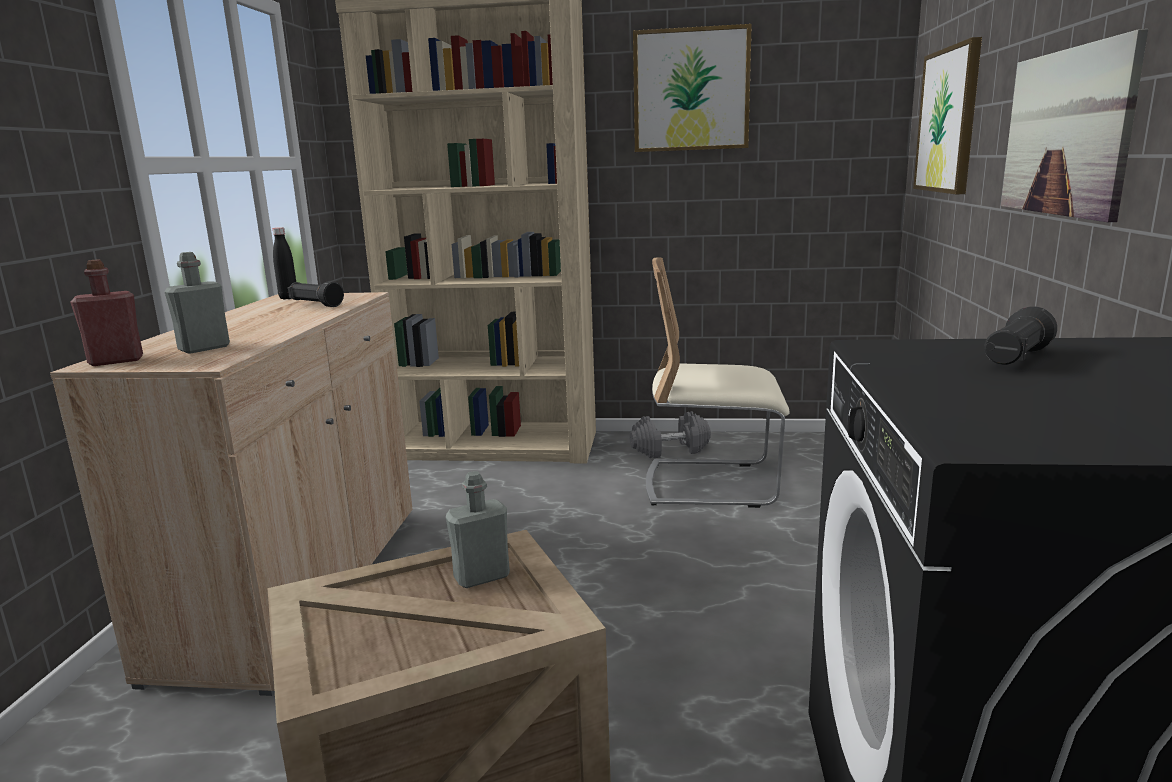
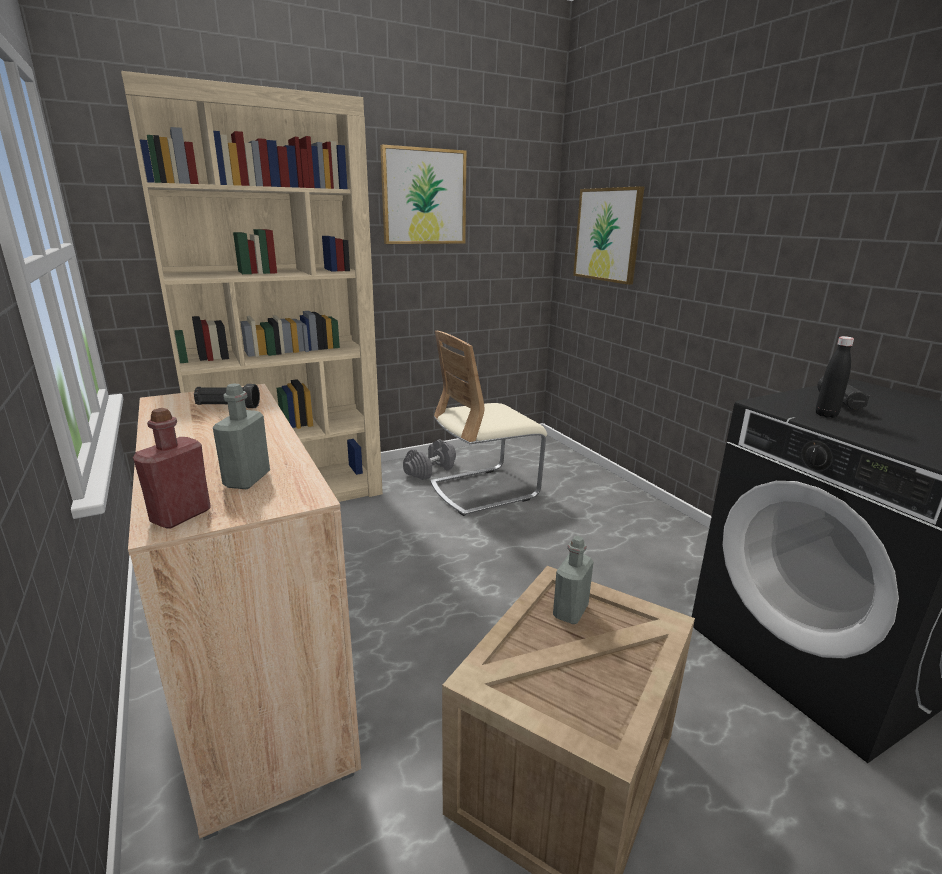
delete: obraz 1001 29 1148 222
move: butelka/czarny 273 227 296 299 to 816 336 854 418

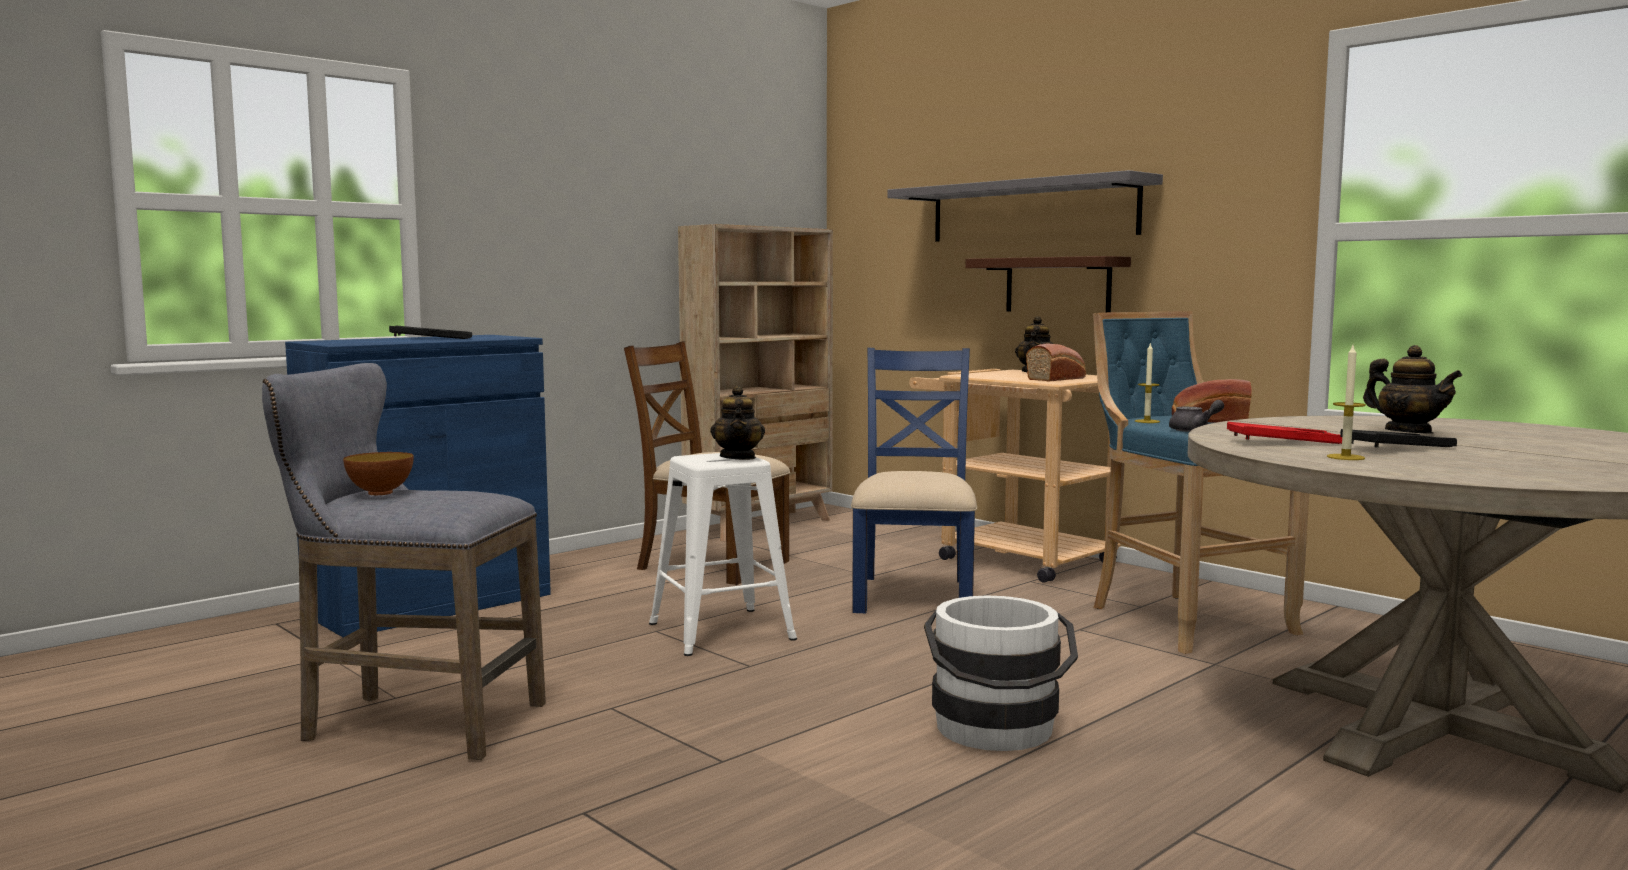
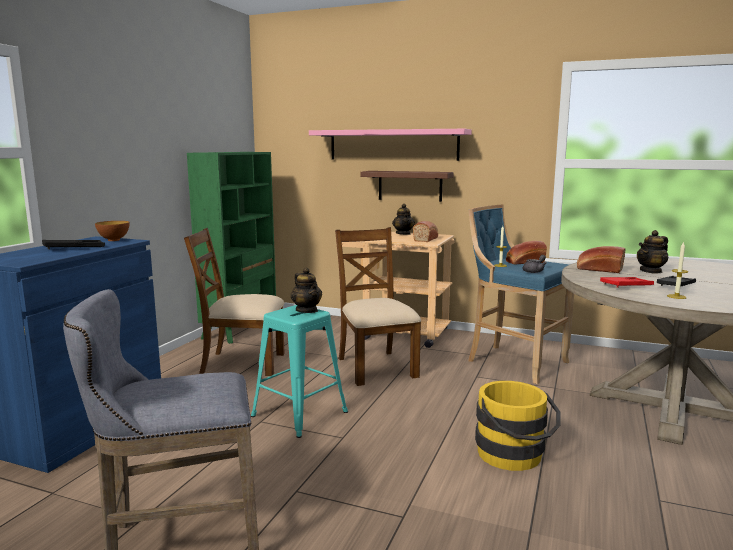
insert: chleb 577 246 626 273
move: miska 343 452 414 495 to 95 221 129 241
recolor: regał/beżowy 678 224 833 541 to regał/zielony 187 152 276 344; stołek/biały 649 453 797 656 to stołek/turkusowy 251 305 348 438; półka/szary 888 170 1163 242 to półka/różowy 309 129 472 161; krzesło/niebieski 851 348 977 613 to krzesło/brązowy 335 227 421 386; wiadro/biały 924 595 1078 751 to wiadro/żółty 475 381 561 471
rotate: imbryk 1363 345 1462 434 = 637 230 668 274 120 degrees clockwise

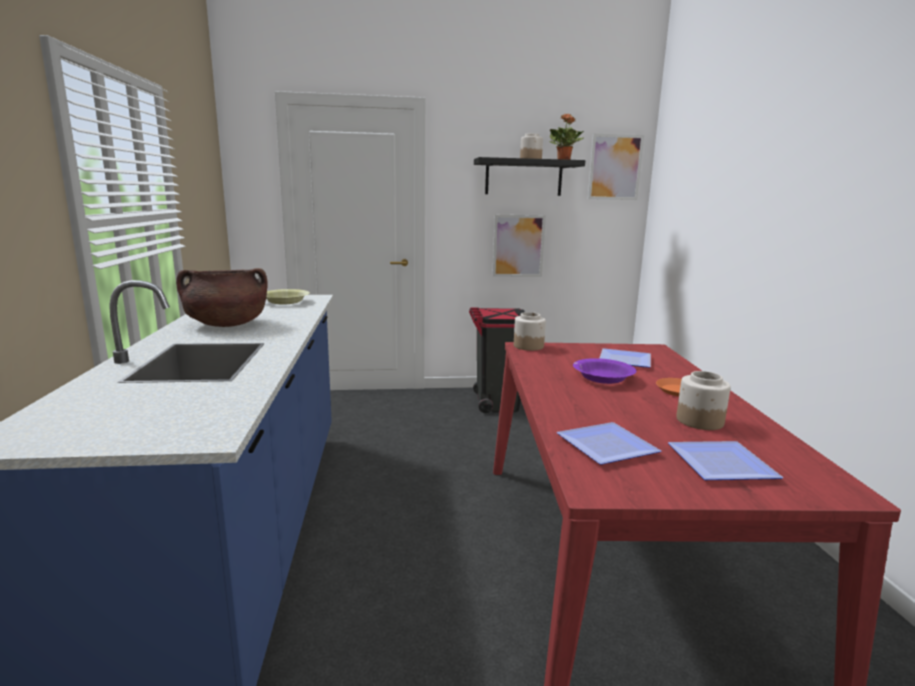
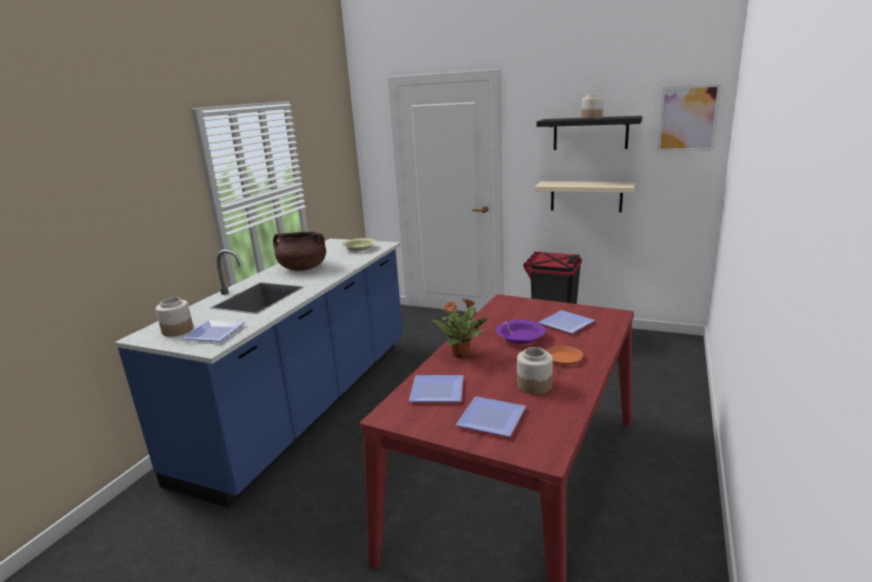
insert: talerz 181 321 245 342
move: słoik 514 312 546 351 to 156 297 193 337; roślina doniczkowa 549 114 584 160 to 432 298 489 358
replace: obraz 492 215 546 277 to półka/beżowy 534 181 636 212

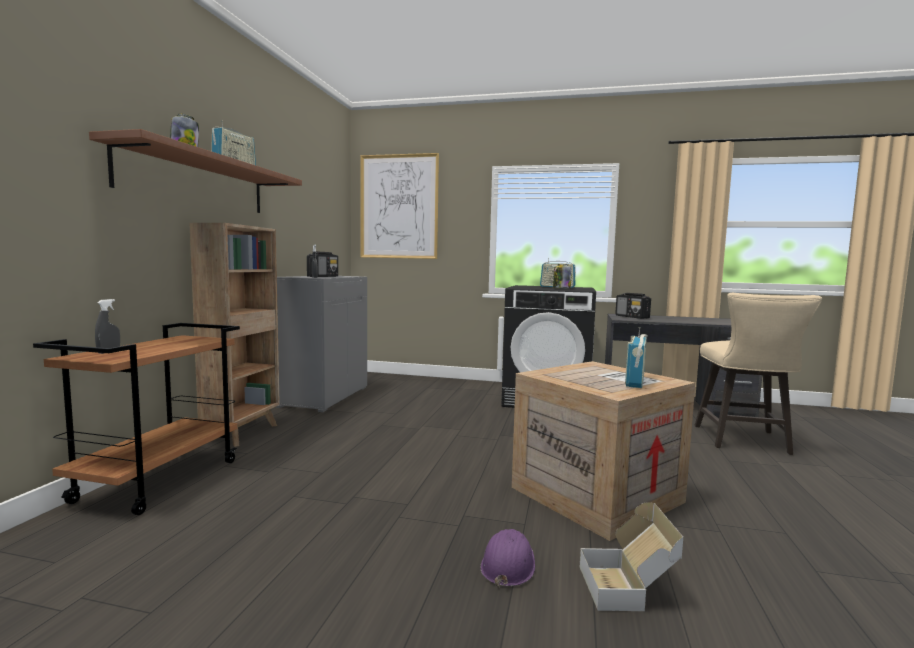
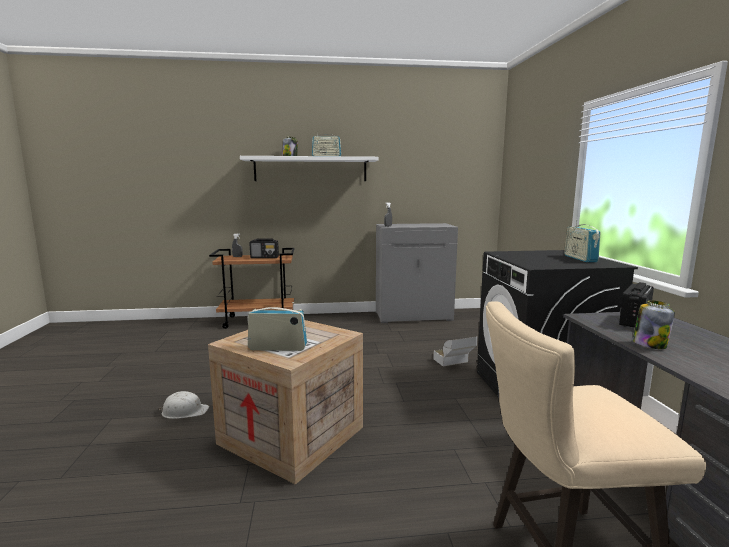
delete: regał/brązowy 189 223 280 447; obraz 360 153 439 259
move: radio 307 252 338 277 to 249 238 279 258; karton 580 502 683 611 to 433 336 478 366; słoik 553 264 572 289 to 632 300 675 349
recolor: kask/fioletowy 481 529 535 589 to kask/biały 159 391 209 419; półka/brązowy 89 129 302 213 to półka/biały 240 156 378 181

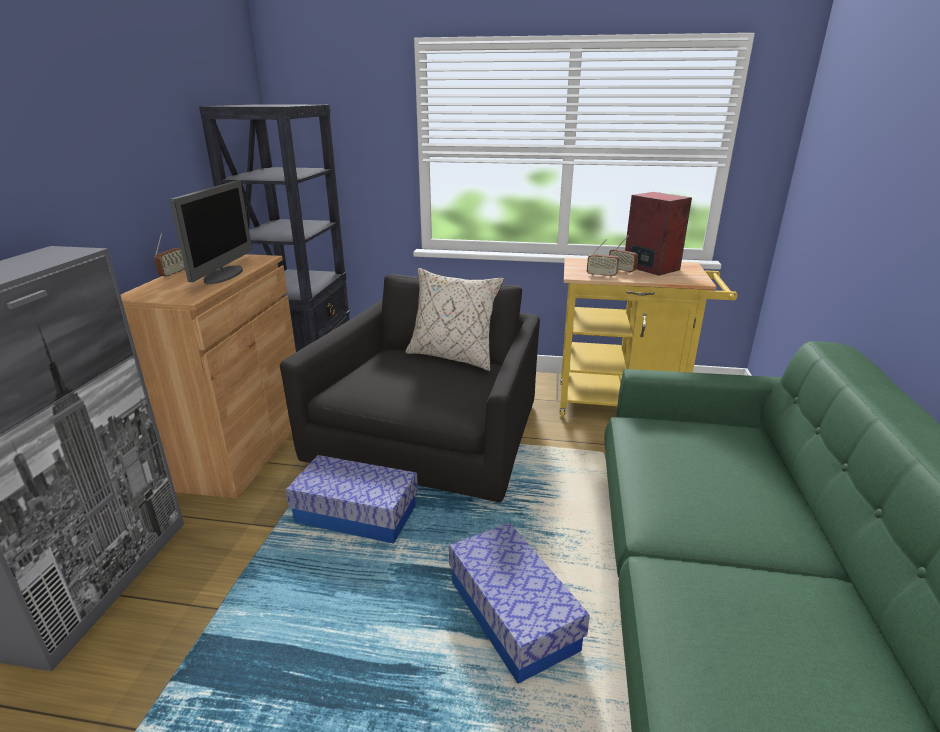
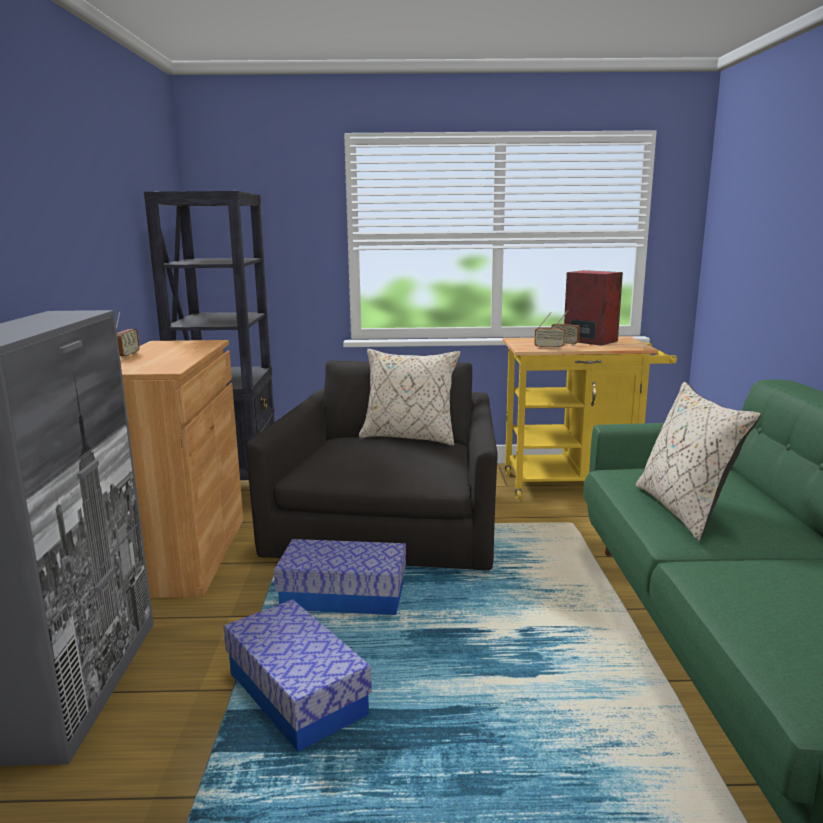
delete: monitor 170 180 252 284
insert: poduszka/beżowy 636 382 761 541
move: pojemnik do przechowywania 449 523 590 684 to 224 600 372 752

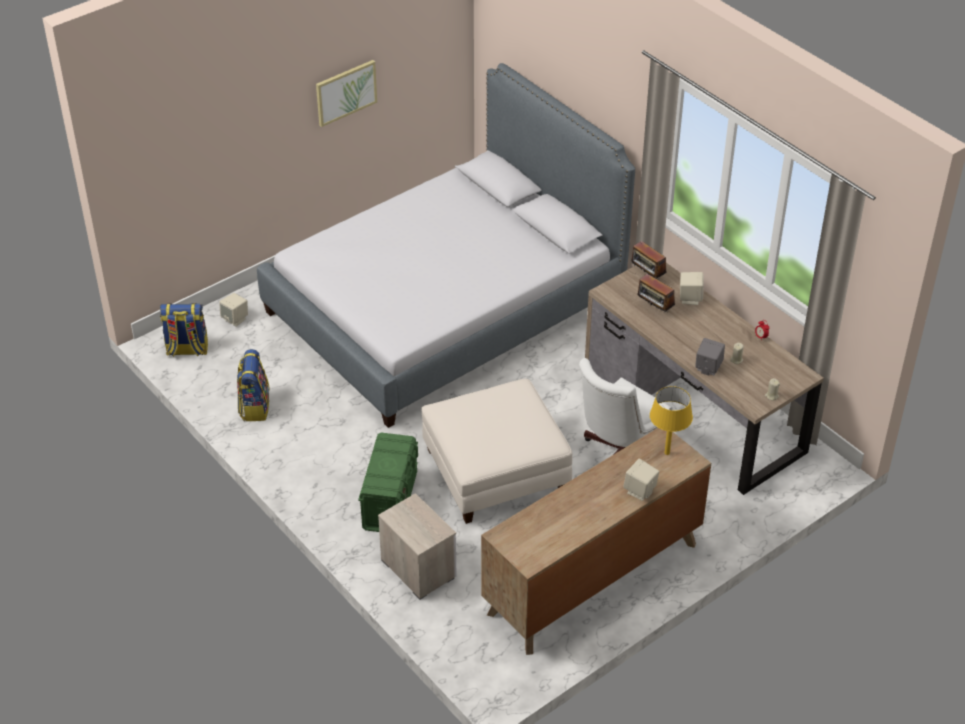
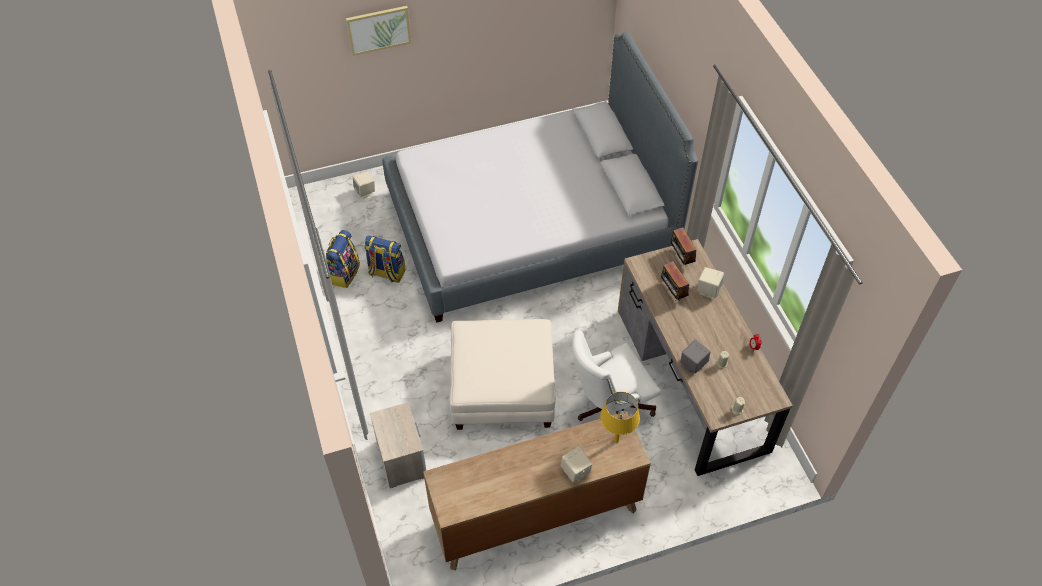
delete: pojemnik do przechowywania/zielony 358 433 418 532
move: obraz 316 60 377 127 to 346 6 411 56; plecak 160 303 208 357 to 365 235 406 283

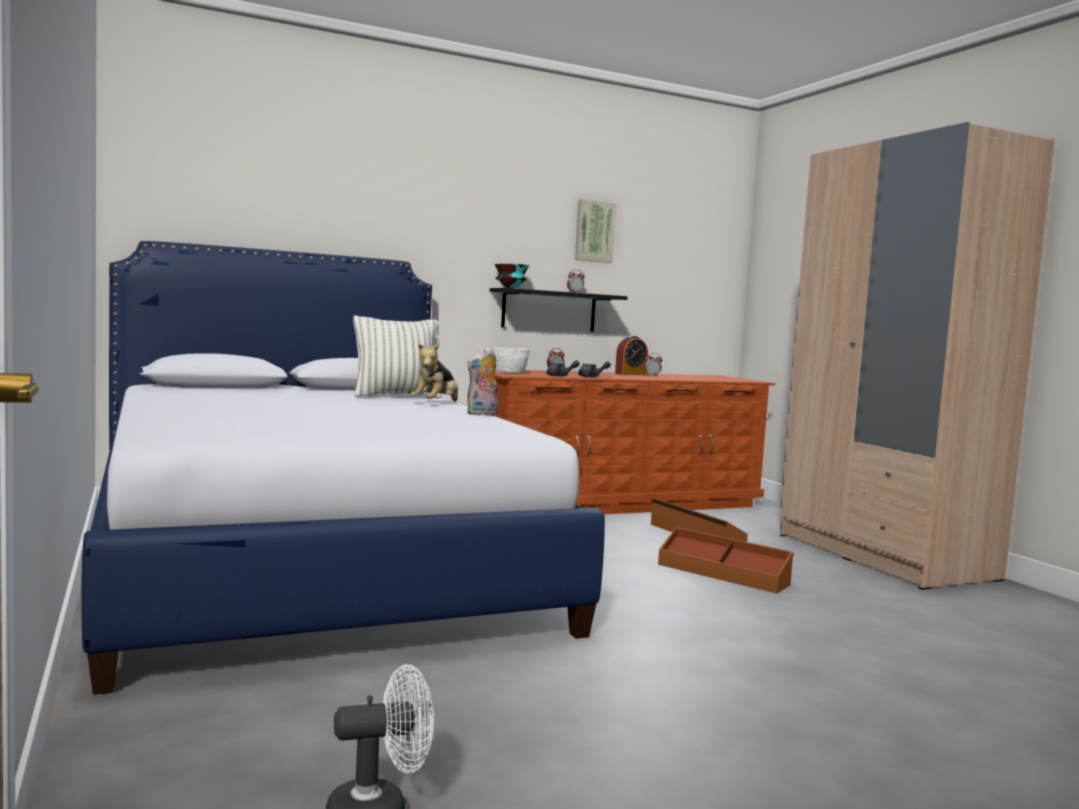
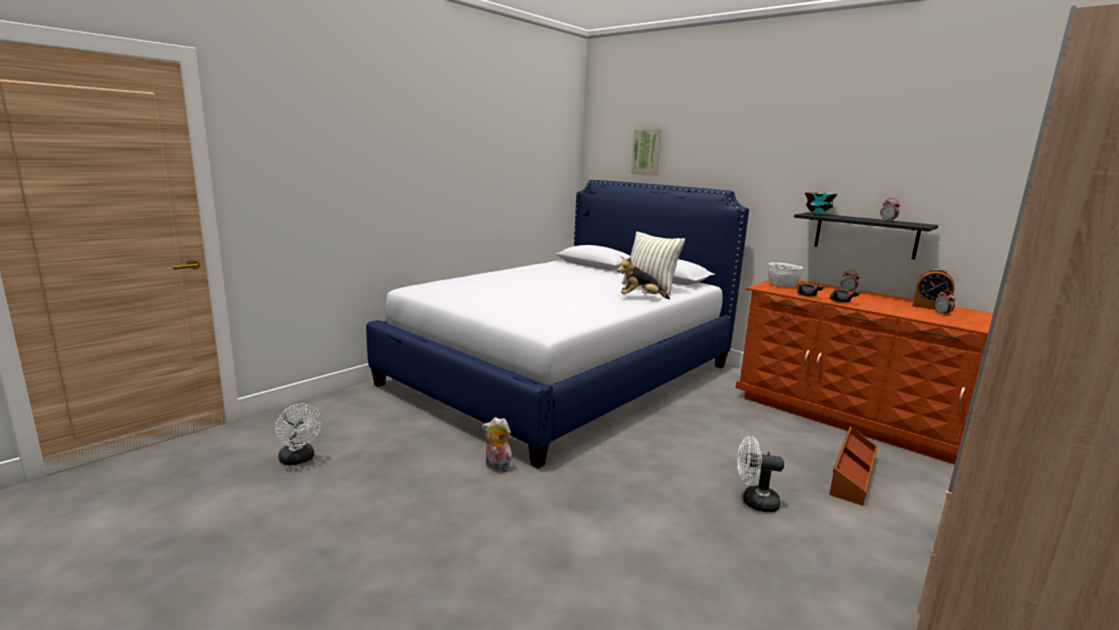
move: pluszak 467 347 498 415 to 482 417 513 472; obraz 575 199 616 263 to 631 129 662 176
replace: pojemnik do przechowywania/brązowy 658 527 794 593 to wentylator/biały 737 436 784 512

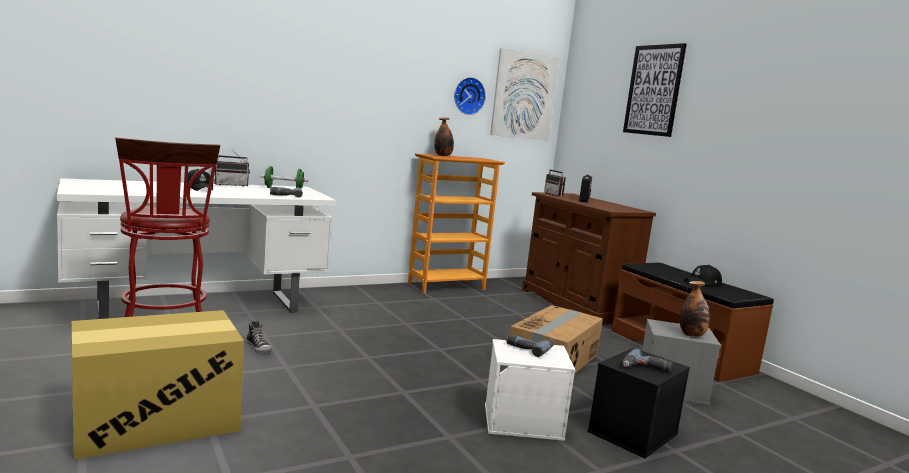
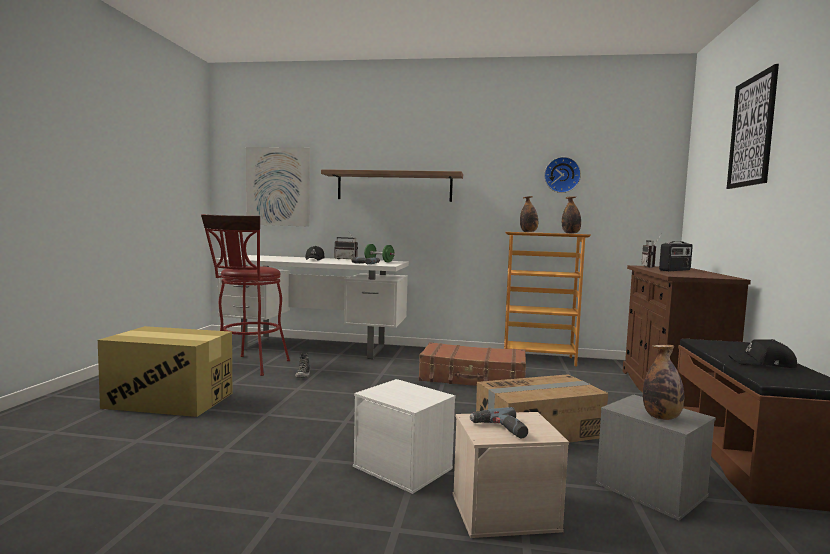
delete: wiertarka 506 334 555 357
insert: półka 321 169 463 202; walizka/brązowy 419 342 526 386; butelka 562 196 581 234
move: obraz 490 48 559 140 to 246 147 310 227
recolor: pojemnik do przechowywania/czarny 588 348 690 458 to pojemnik do przechowywania/beżowy 452 412 569 538

